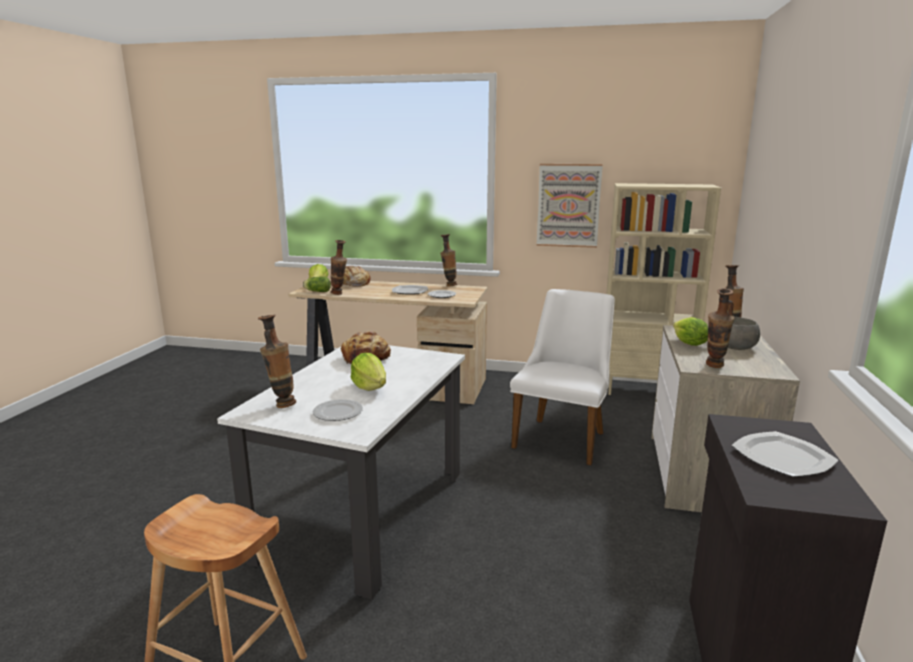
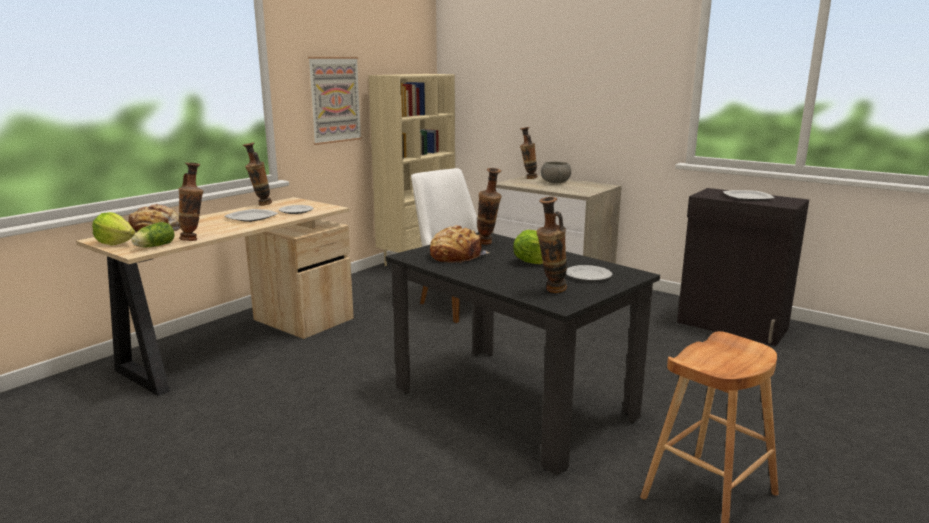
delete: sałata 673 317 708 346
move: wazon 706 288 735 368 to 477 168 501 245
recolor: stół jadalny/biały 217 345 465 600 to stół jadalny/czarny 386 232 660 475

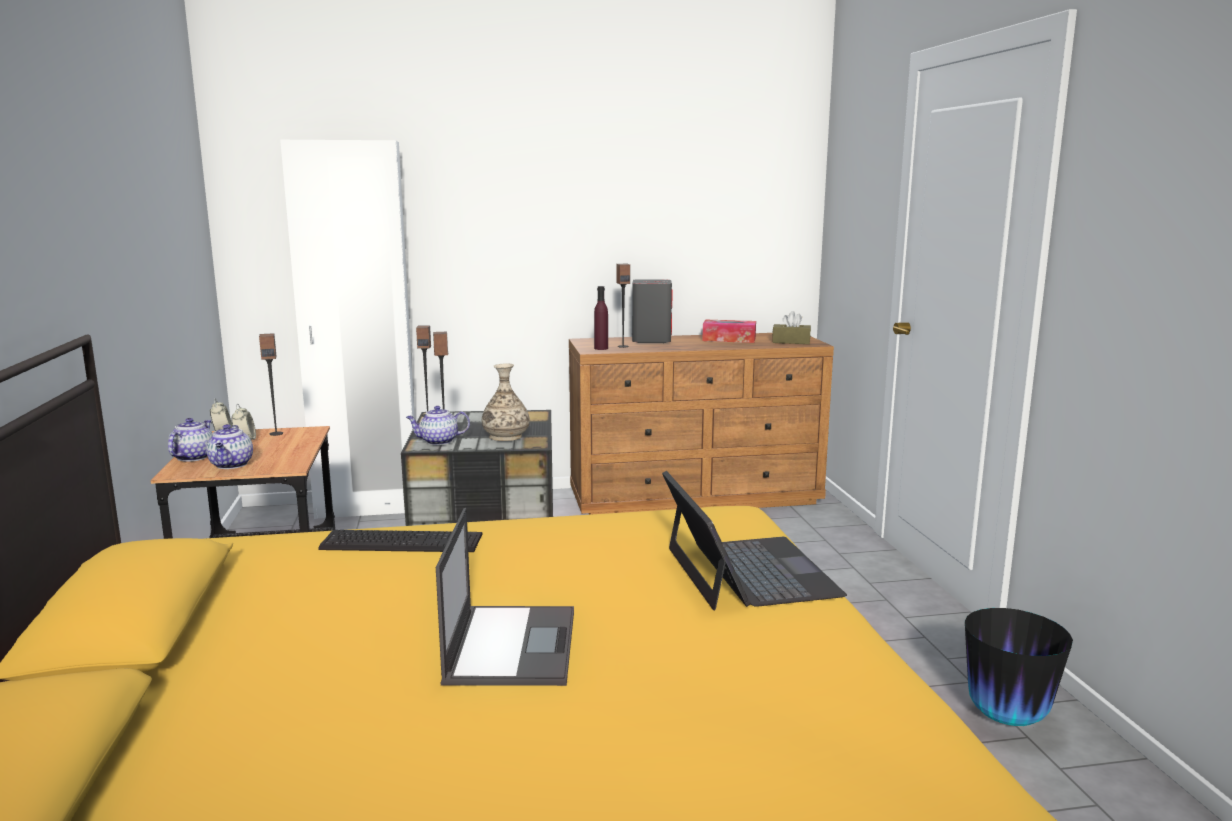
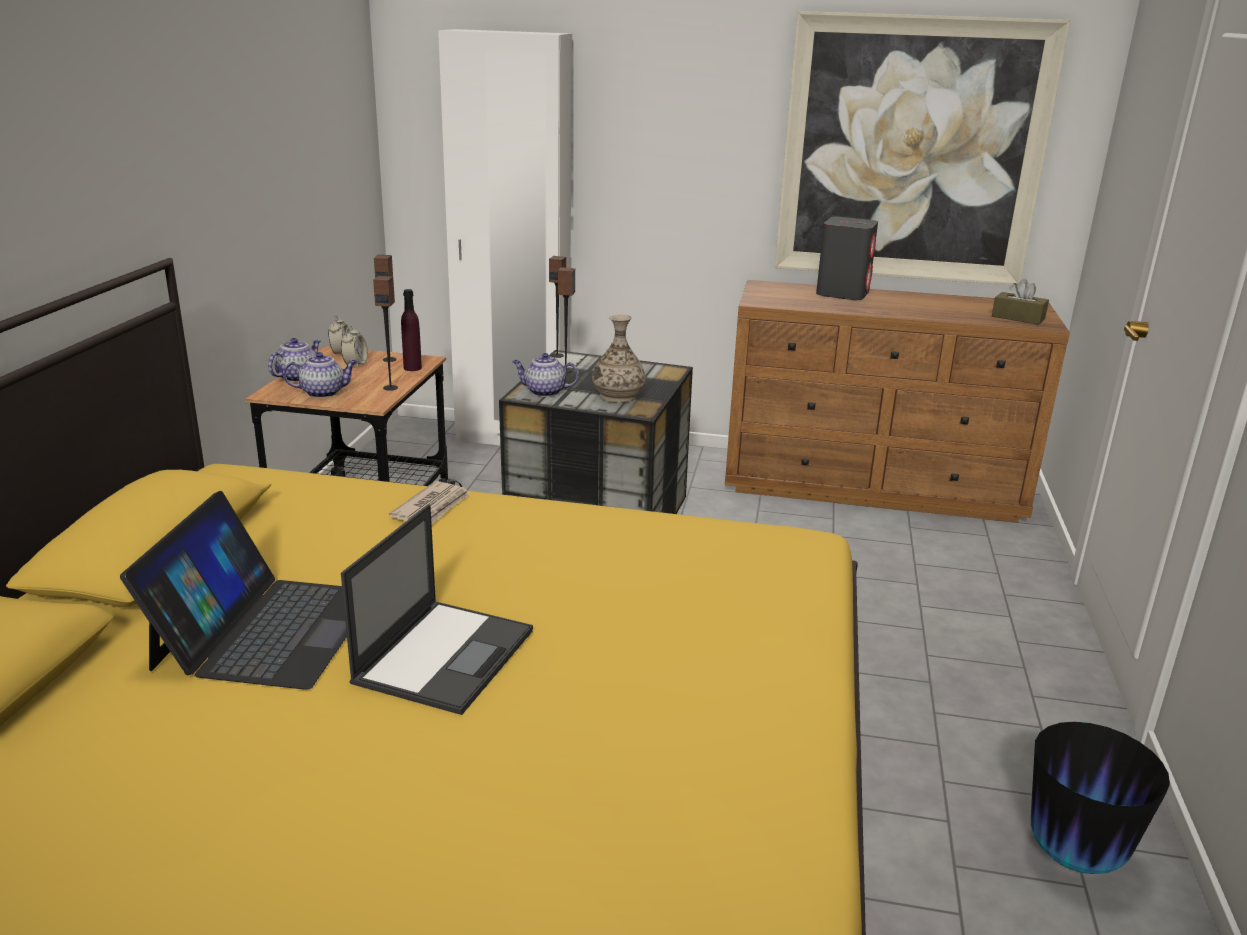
delete: pudełko chusteczek 702 320 756 343
insert: obraz 774 11 1070 285
move: laptop 662 471 847 610 to 120 491 347 690; głośnik 616 264 630 348 to 373 276 398 391; butelka/fioletowy 594 286 608 350 to 401 289 422 371
replace: klawiatura 318 530 482 552 to gazeta 389 481 470 524
rotate: imbryk 206 424 253 469 = 283 352 357 398 120 degrees counterclockwise

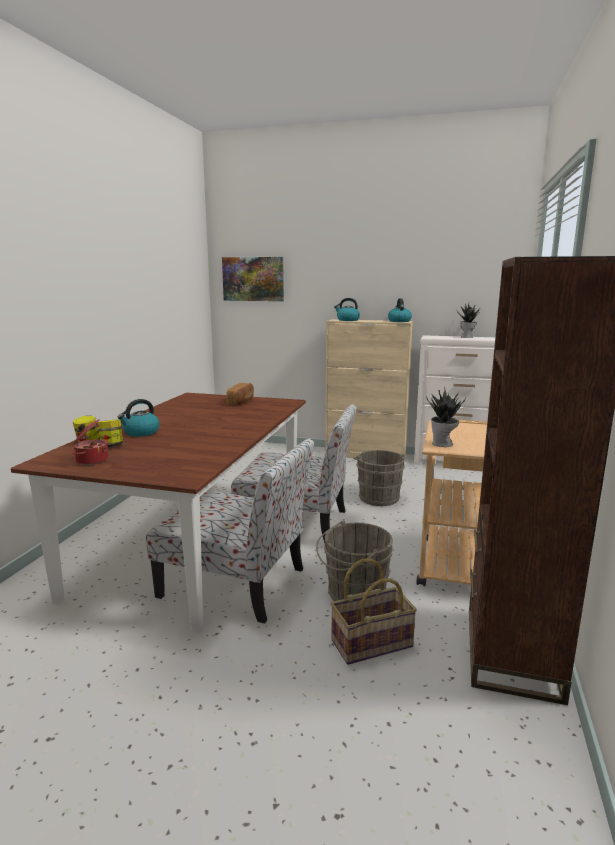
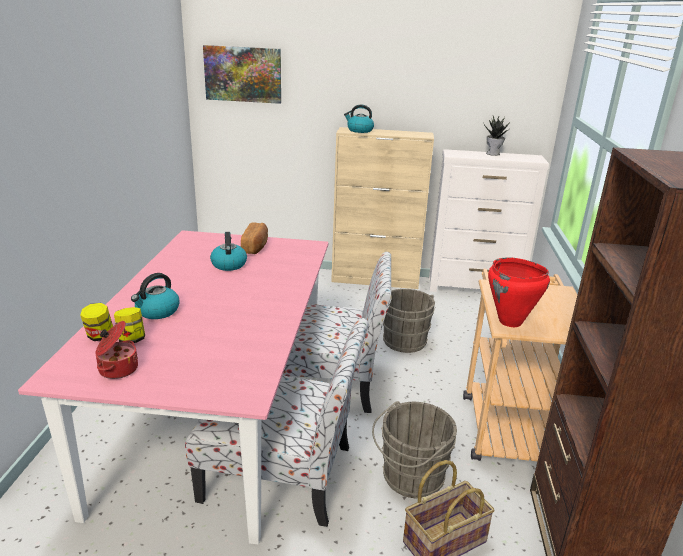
move: czajnik 388 298 412 322 to 210 232 247 271
replace: roślina doniczkowa 426 386 466 447 to garnek/czerwony 488 257 550 327
recolor: stół jadalny/brązowy 11 393 306 631 to stół jadalny/różowy 18 230 329 544

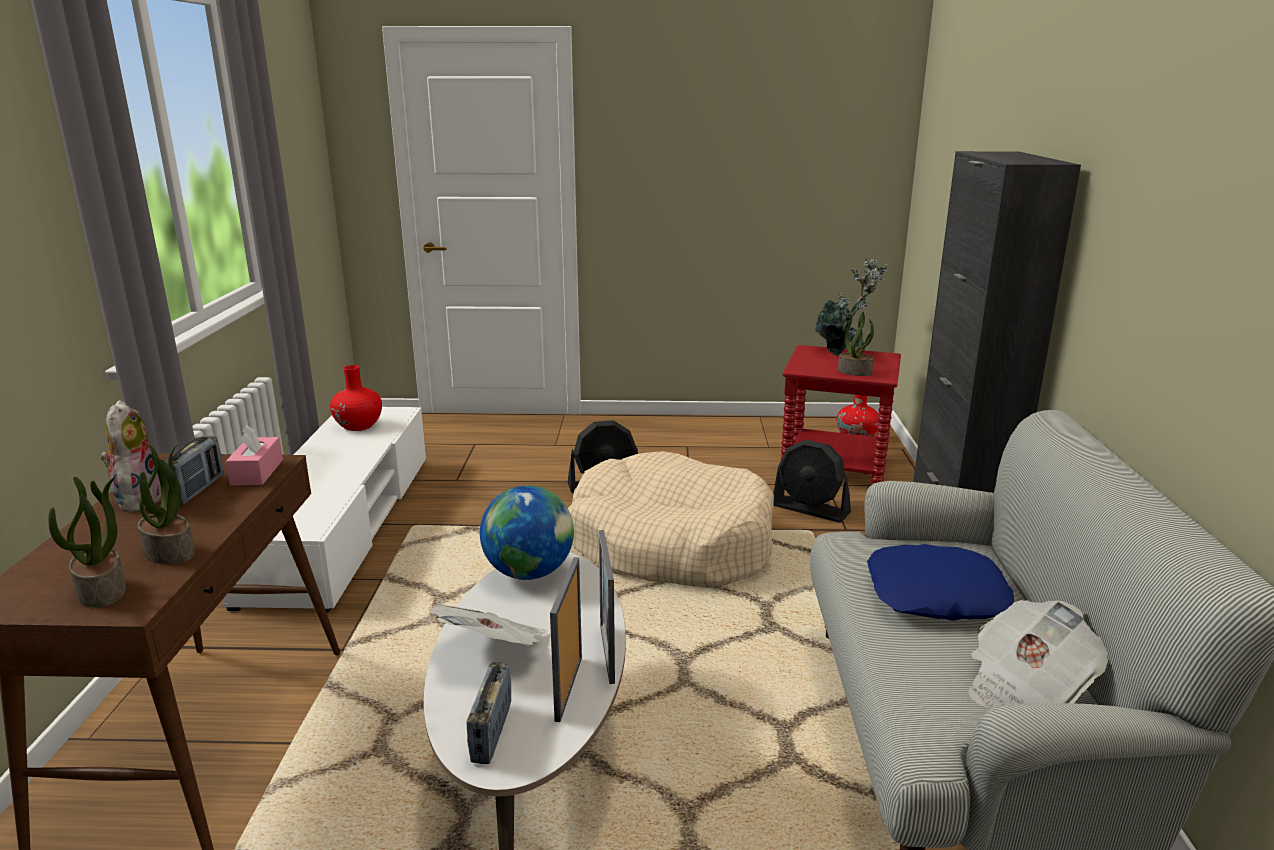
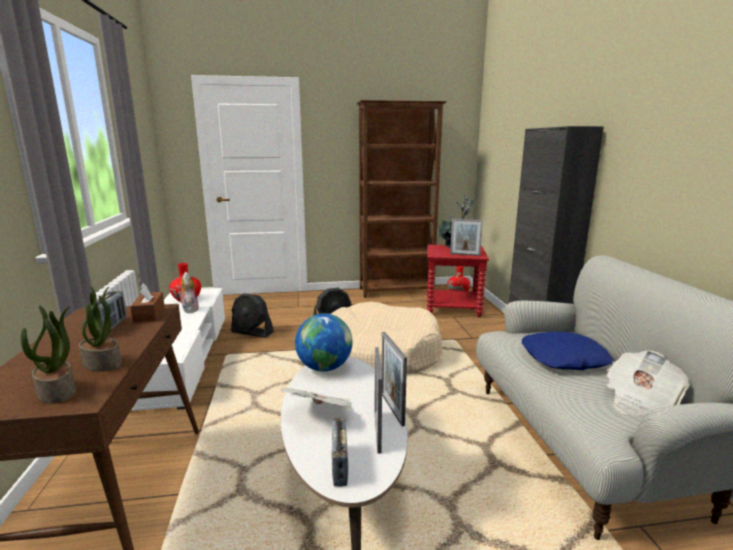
insert: regał/brązowy 356 100 447 298
move: pluszak 101 400 161 512 to 178 272 199 313; wentylator/czarny 773 440 851 523 to 231 293 274 338
replace: roślina doniczkowa 838 311 874 376 to ramka na zdjęcie 450 219 483 256
recolor: pudełko chusteczek/różowy 225 425 283 485 to pudełko chusteczek/brązowy 130 283 165 323

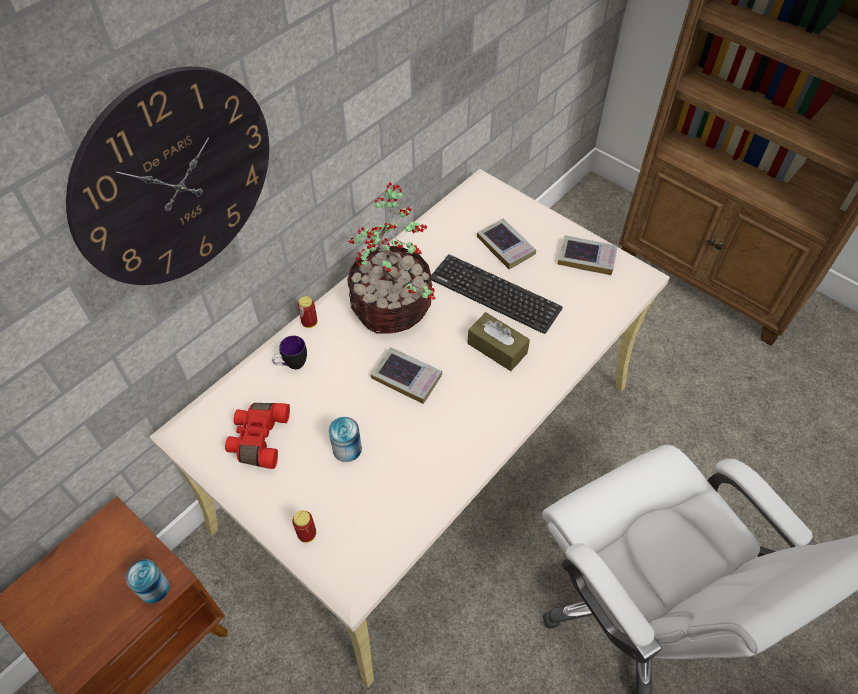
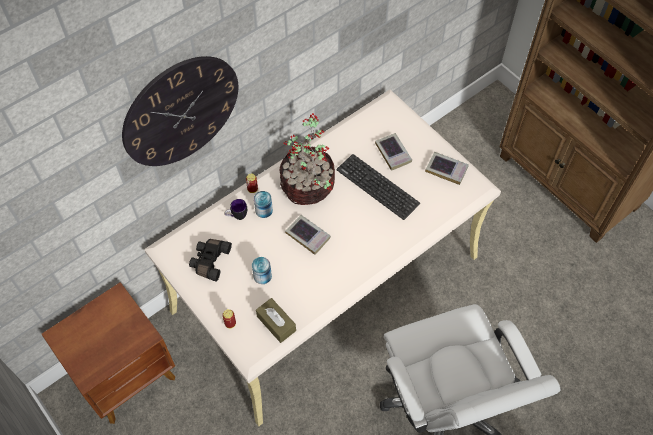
move: puszka 126 559 169 604 to 254 191 273 218; pudełko chusteczek/brązowy 467 312 530 371 to 256 298 296 343
recolor: lornetka/czerwony 225 403 290 469 to lornetka/czarny 189 239 232 282

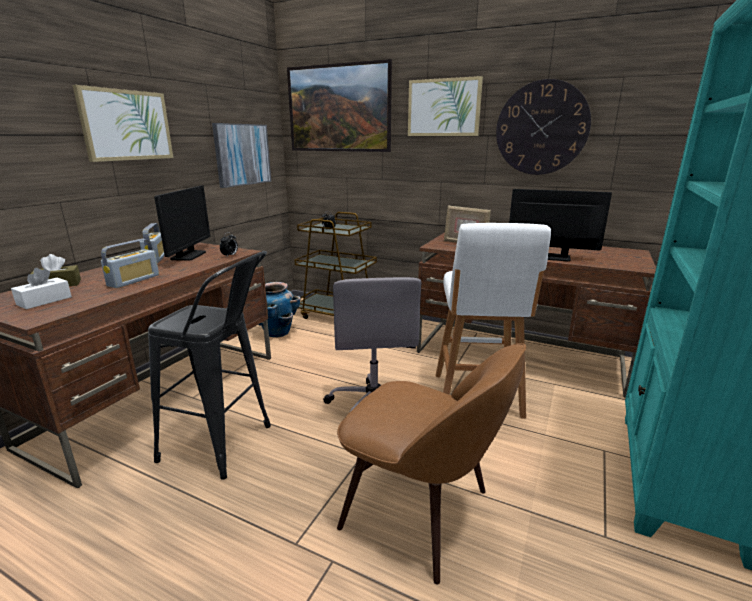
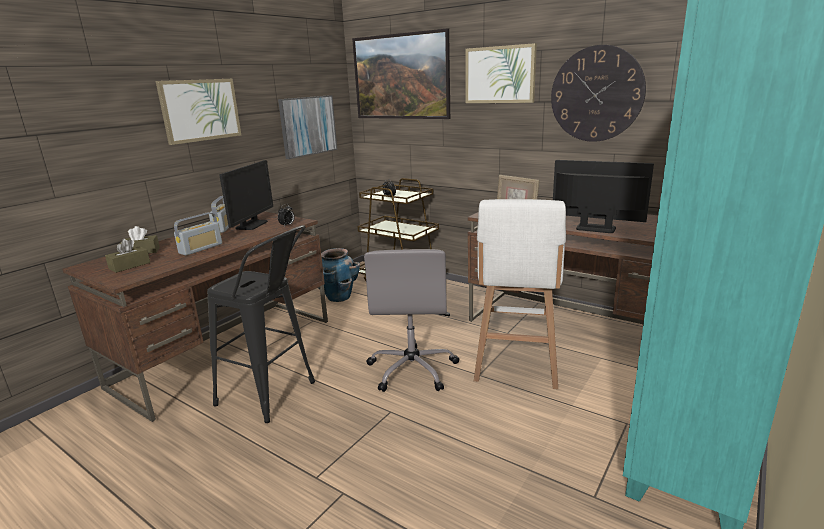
delete: krzesło/brązowy 337 343 526 585
recolor: pudełko chusteczek/biały 11 268 72 309 to pudełko chusteczek/brązowy 105 239 150 273

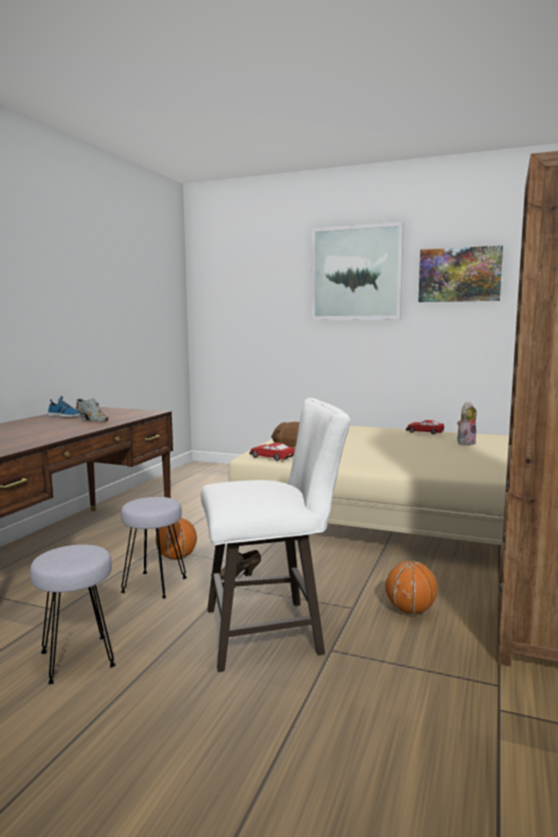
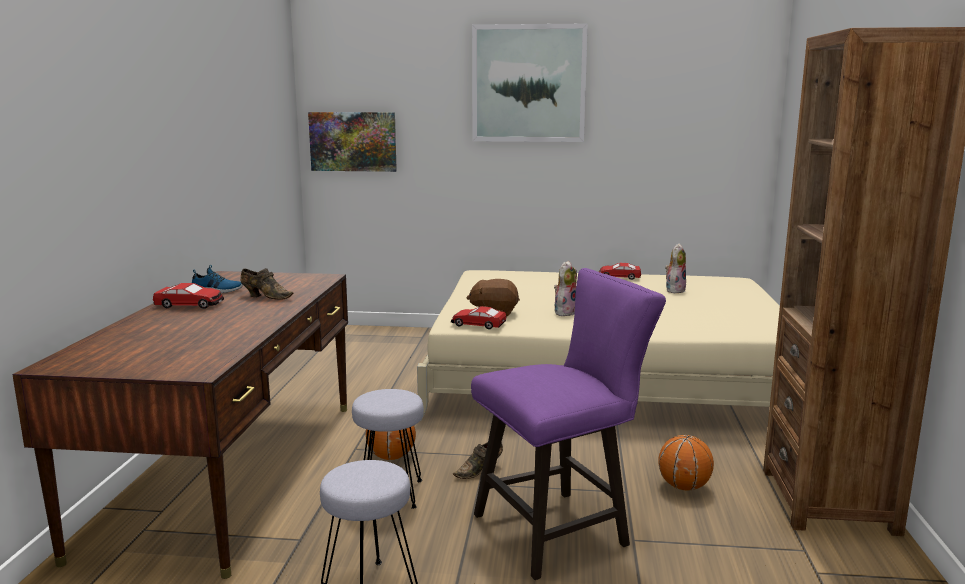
insert: samochodzik 153 283 224 309; pluszak 554 261 577 316
move: obraz 418 245 503 302 to 308 112 397 172
recolor: but/szary 76 398 109 423 to but/brązowy 240 268 293 300; stołek/biały 201 398 350 672 to stołek/fioletowy 471 268 666 580

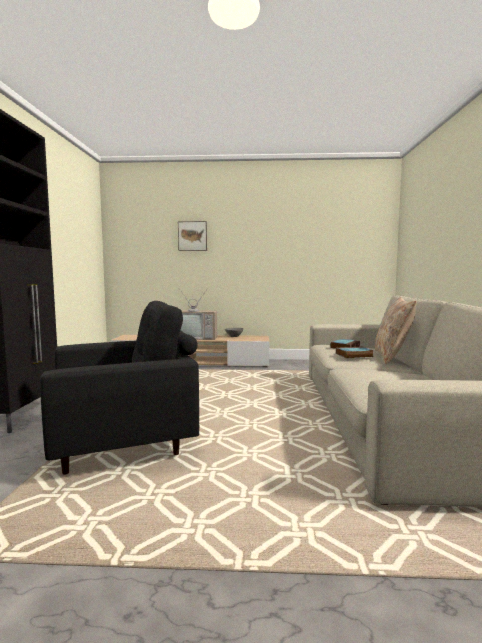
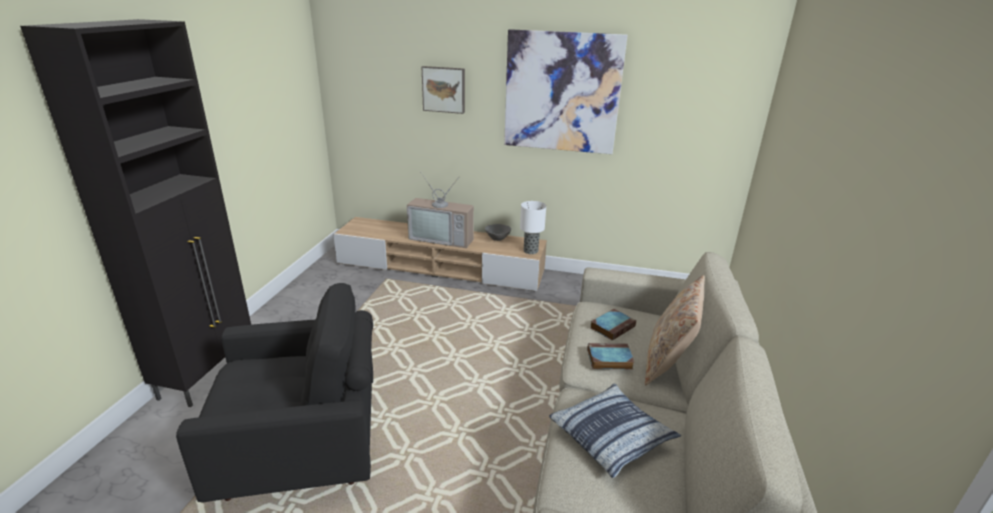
insert: obraz 504 29 628 154; lampa stołowa 520 201 546 254; poduszka 549 383 681 478

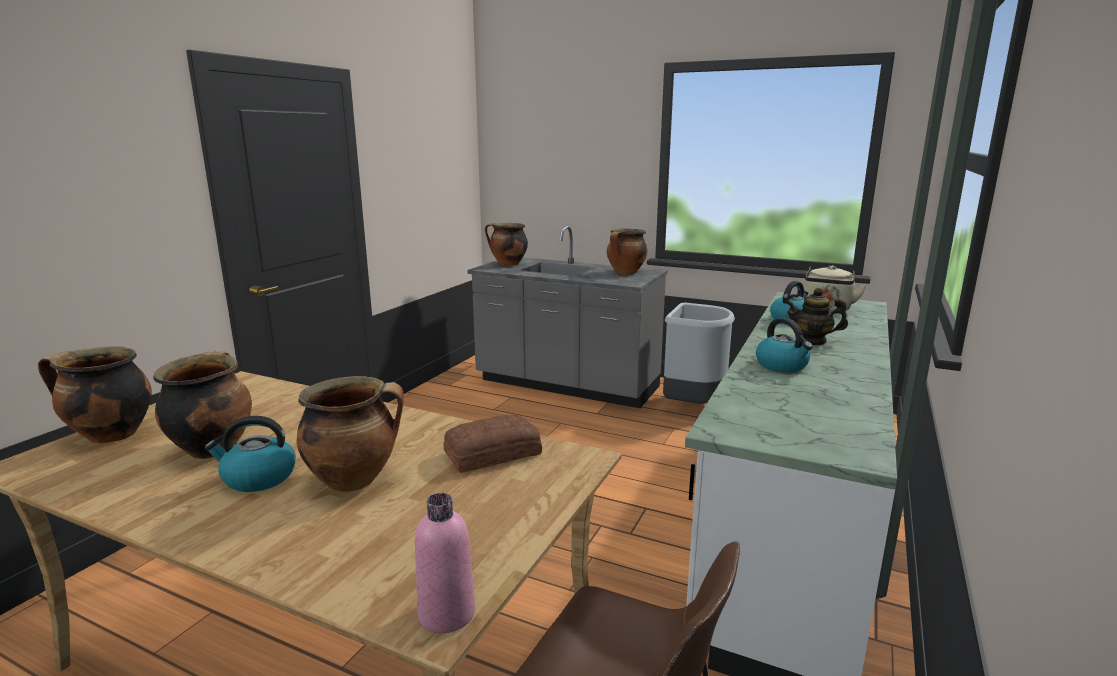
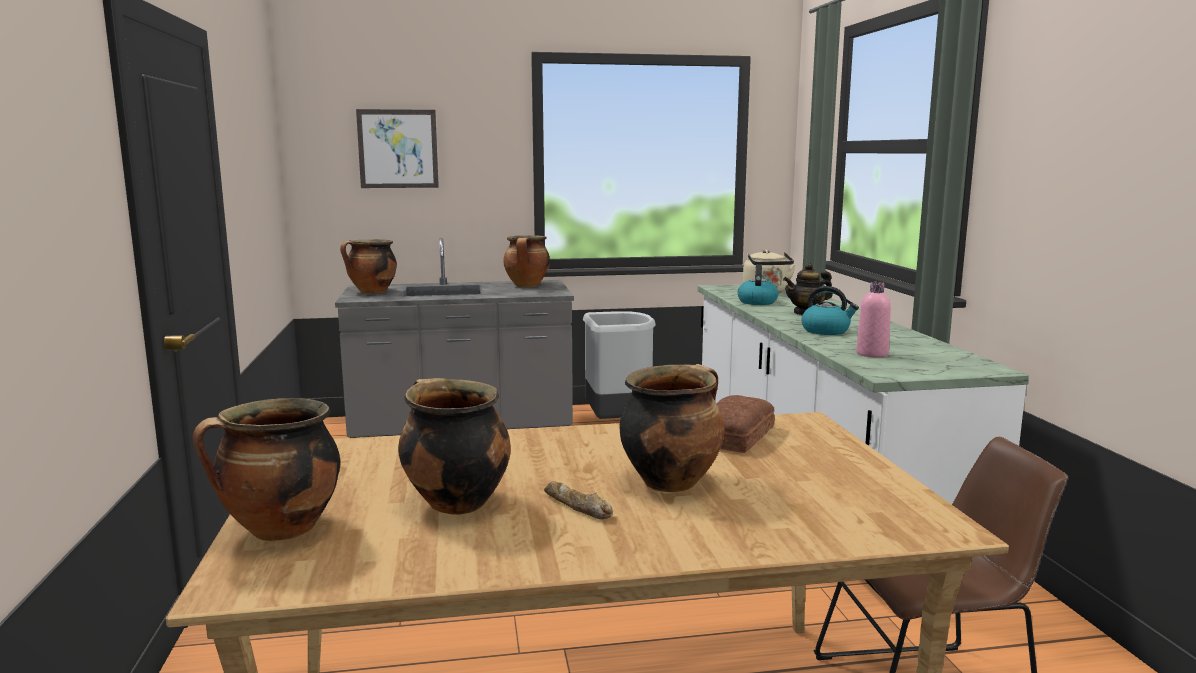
insert: obraz 356 109 439 188
move: butelka/różowy 415 493 475 633 to 856 282 891 358
replace: czajnik 204 416 296 492 to chleb 544 481 613 519

